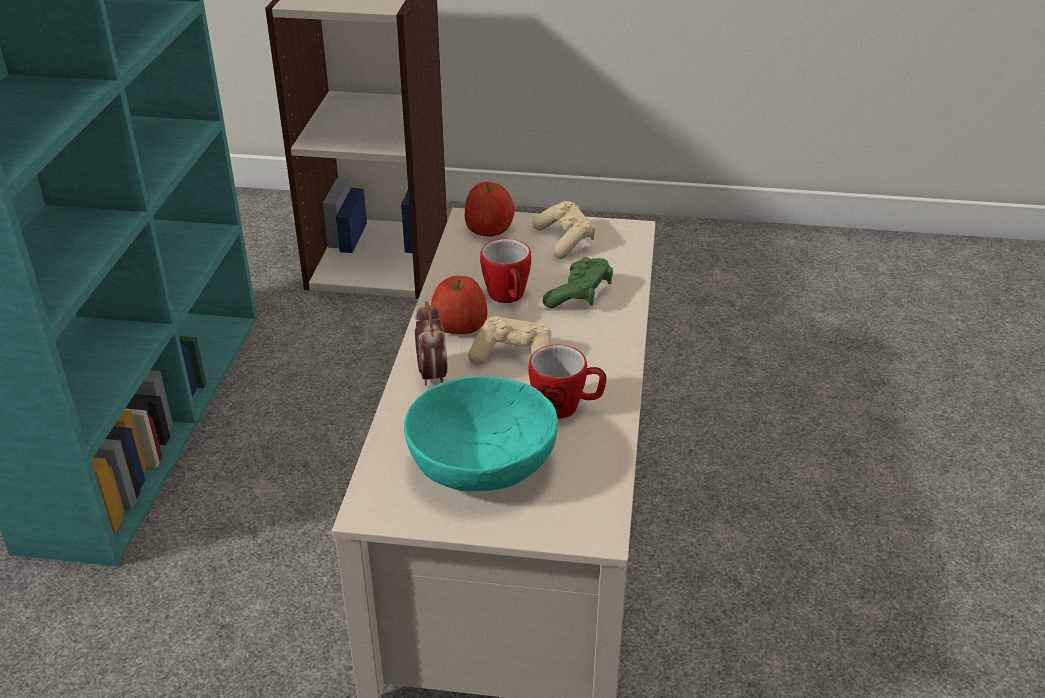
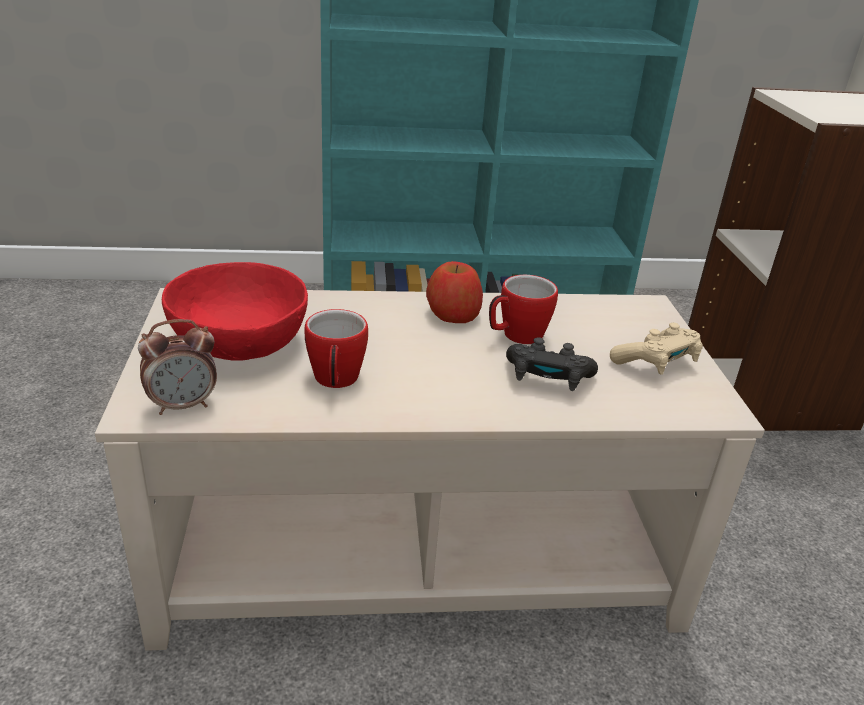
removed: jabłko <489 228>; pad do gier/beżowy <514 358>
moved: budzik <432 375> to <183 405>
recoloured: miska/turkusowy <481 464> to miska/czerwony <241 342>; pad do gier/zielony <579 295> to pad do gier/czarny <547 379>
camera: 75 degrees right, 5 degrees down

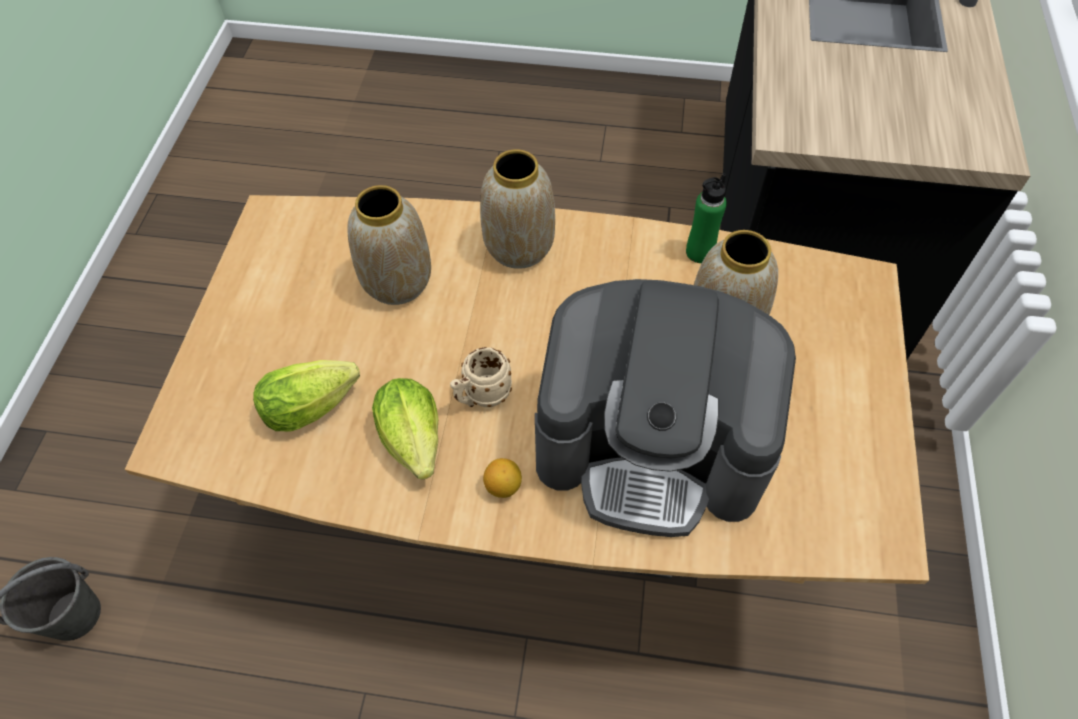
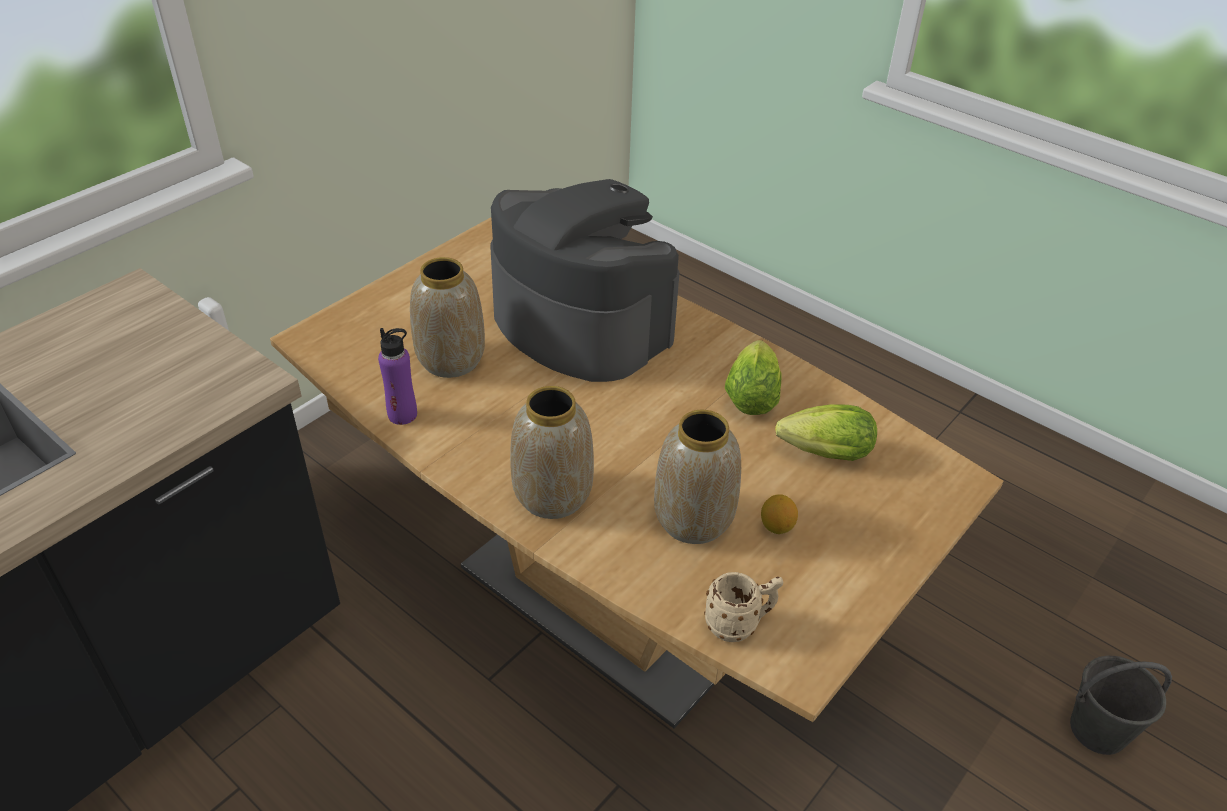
moved: kubek/beżowy <481 396> to <739 624>; cytryna <503 486> to <776 526>
recoloured: butelka/zielony <699 252> to butelka/fioletowy <402 415>
camera: 150 degrees left, 15 degrees down

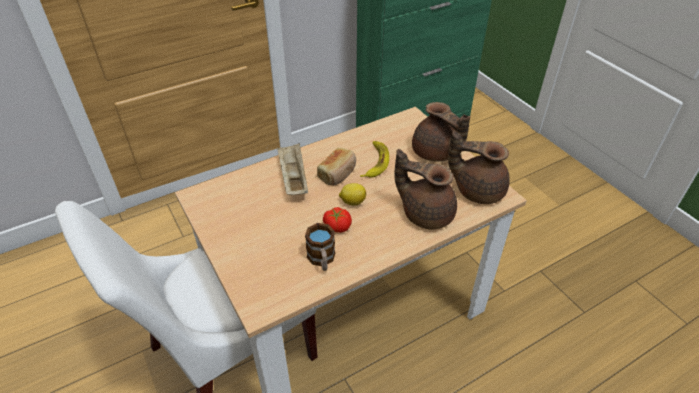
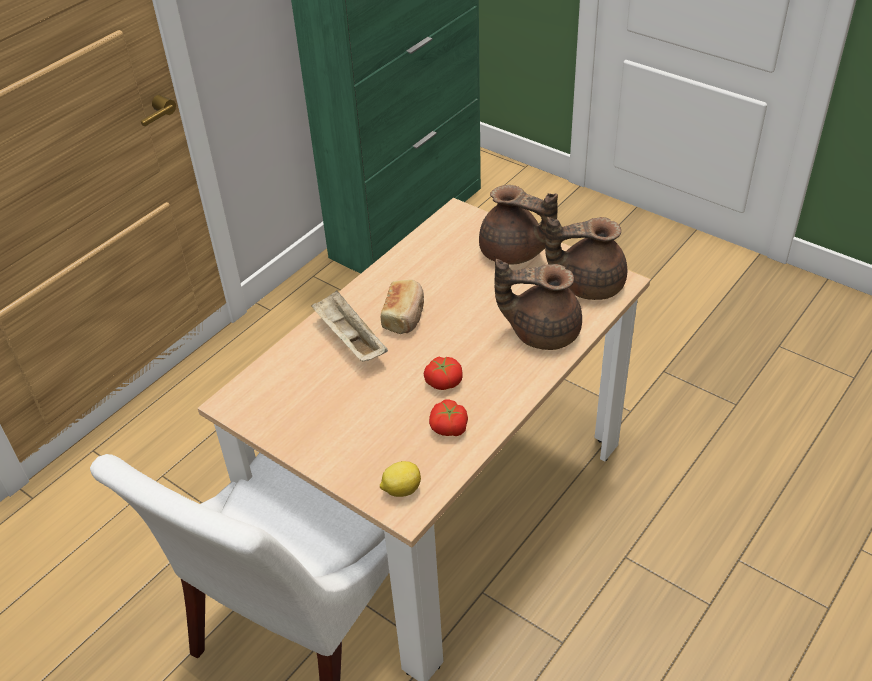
removed: banan <375 162>
moved: cytryna <352 201> to <401 489>
replaced: kubek <322 260> to pomidor <449 428>
camera: 20 degrees left, 0 degrees up

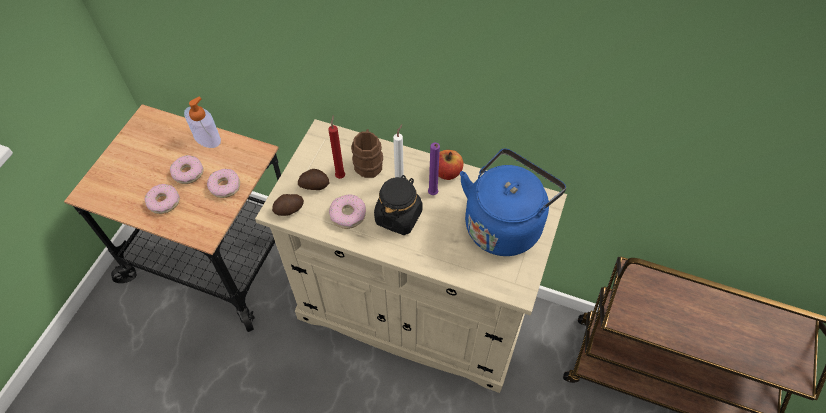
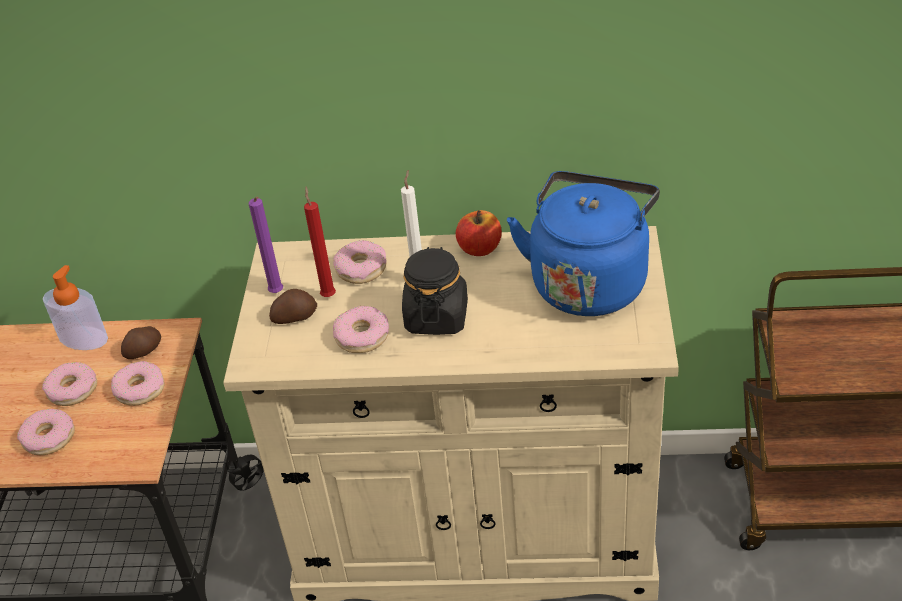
moved: ziemniak <289 210> to <144 351>; świeca/fioletowy <433 195> to <277 294>
replaced: kubek/brązowy <368 162> to donut <361 269>
camera: 15 degrees left, 15 degrees down

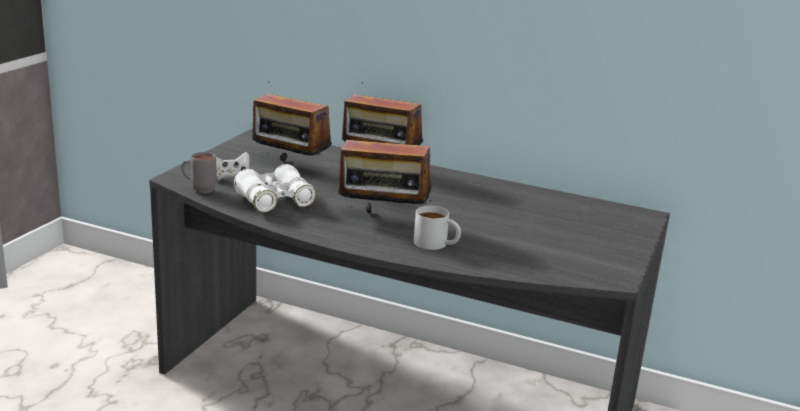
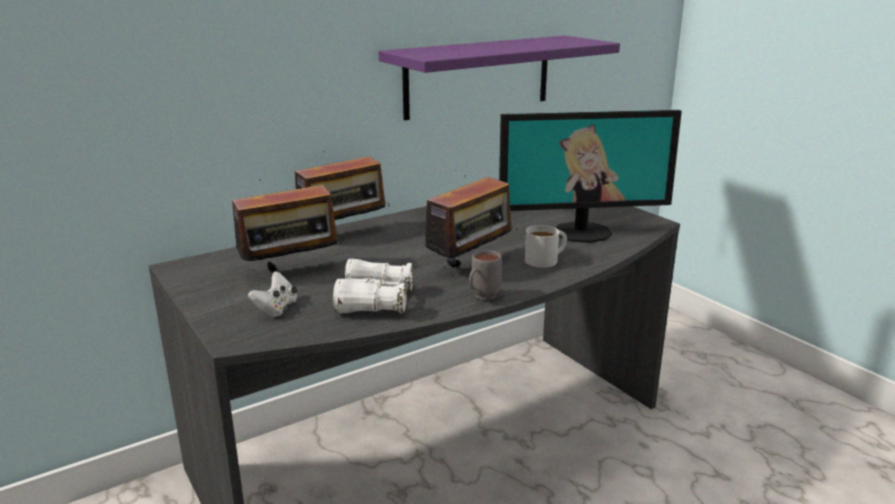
added: półka/fioletowy <478 76>; monitor <582 232>
moved: kubek/szary <199 190> to <482 298>
camera: 55 degrees left, 0 degrees up

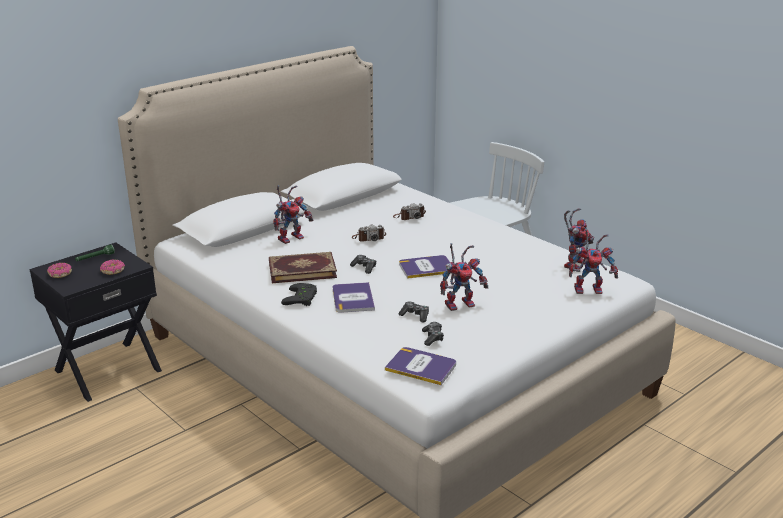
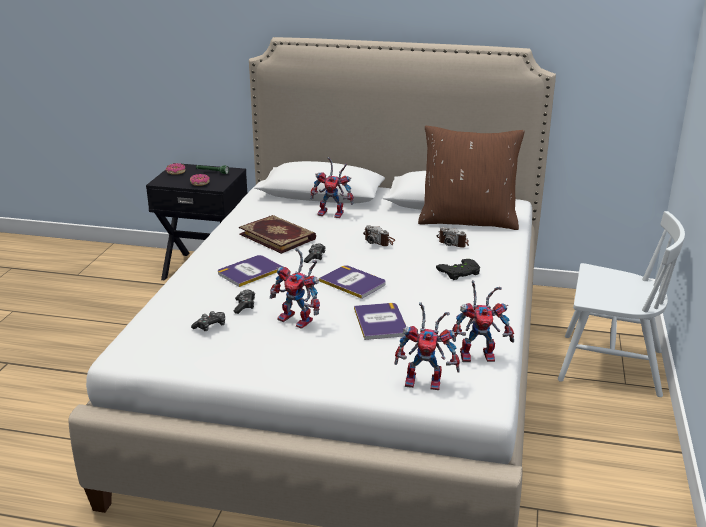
added: poduszka/brązowy <468 220>
moved: książka <421 366> to <380 322>; pad do gier/czarny <302 298> to <460 273>
turned: robot zabawkowy <590 289> = <426 381> 45 degrees counterclockwise
camera: 55 degrees right, 0 degrees up

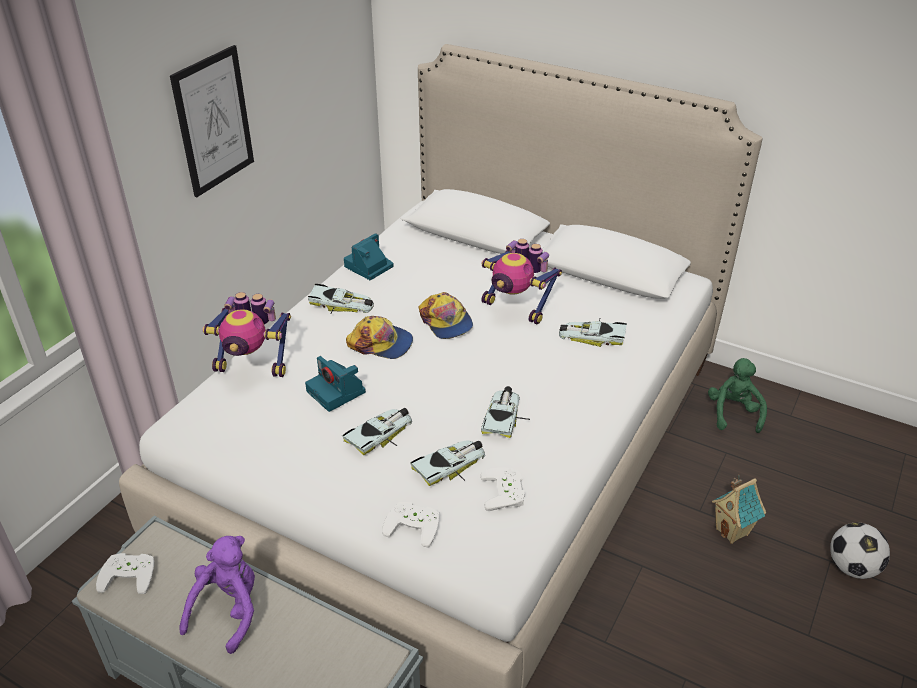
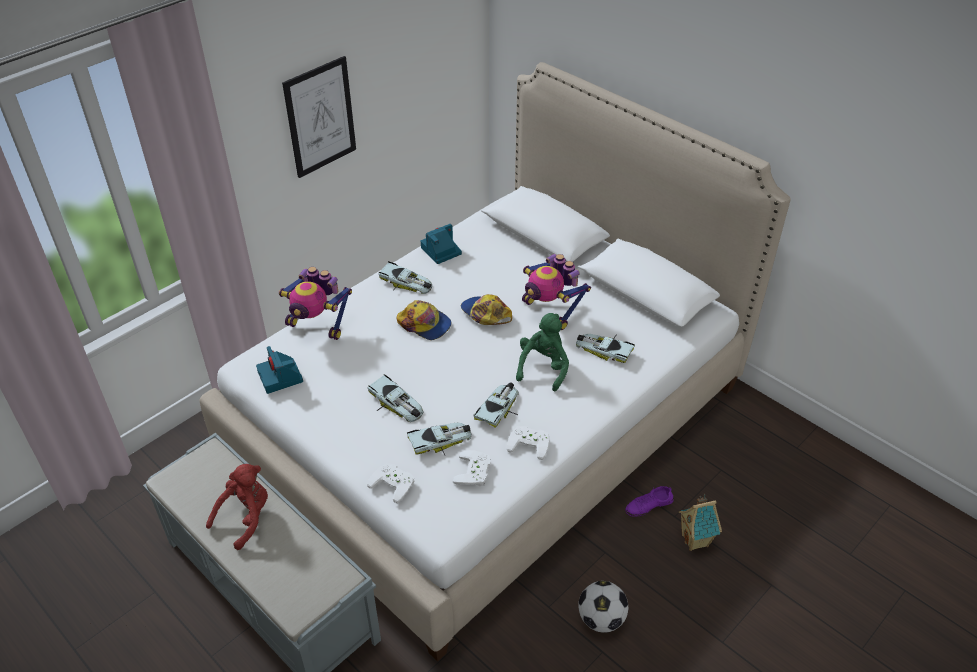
added: but/fioletowy <648 505>
moved: aparat fotograficzny <337 392> to <281 377>; pad do gier/biały <130 573> to <530 442>; pluszak/zielony <733 413> to <543 367>; piłka futbolowa <852 567> to <601 619>
recoloured: pluszak/fioletowy <228 610> to pluszak/czerwony <246 517>
turned: samochodzik <381 434> = <396 403> 75 degrees clockwise; czapka z daszkiem <446 321> = <485 314> 150 degrees clockwise
camera: 15 degrees right, 5 degrees up

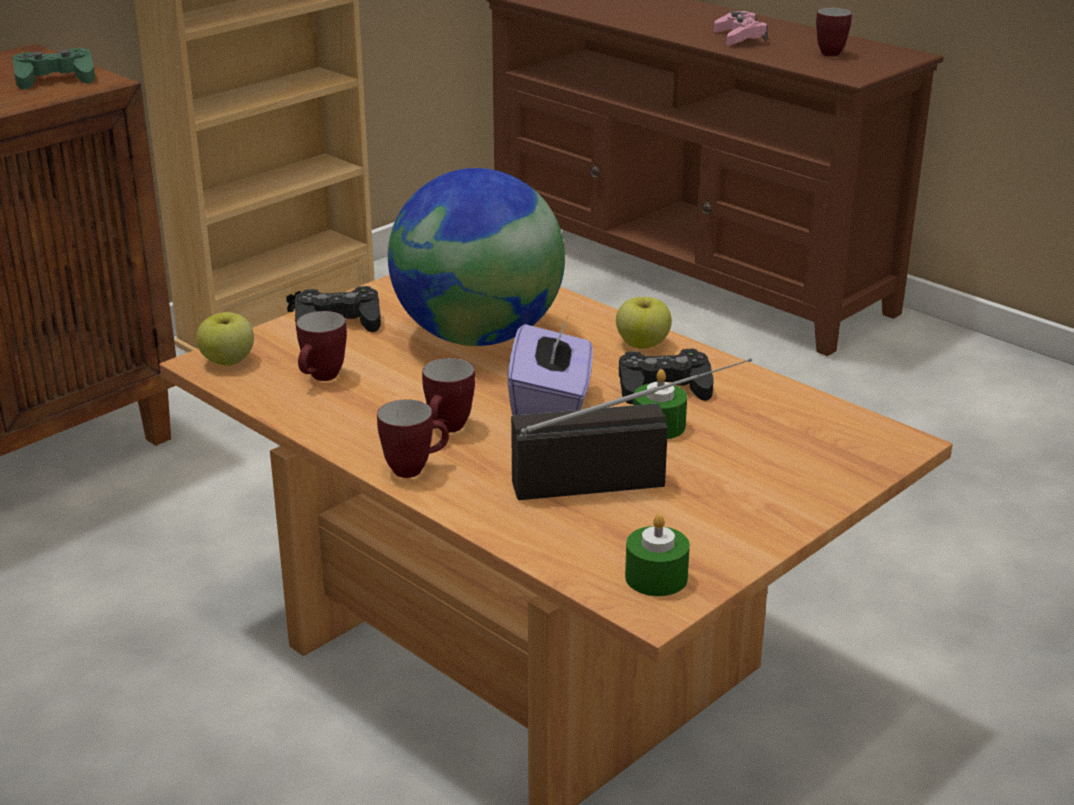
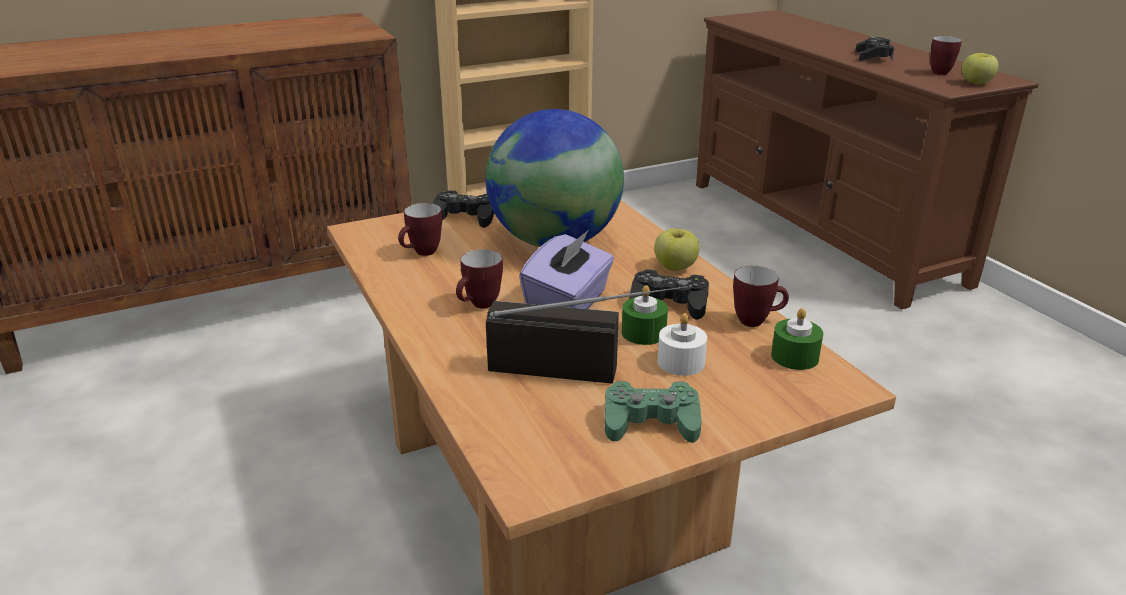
added: świeca/biały <681 362>
moved: pad do gier/zielony <55 79> to <650 422>; kubek <415 469> to <757 321>; świeca/zielony <656 577> to <794 357>; jabłko <228 361> to <976 83>
recoloured: pad do gier/różowy <740 37> to pad do gier/czarny <873 57>
camera: 20 degrees right, 0 degrees up

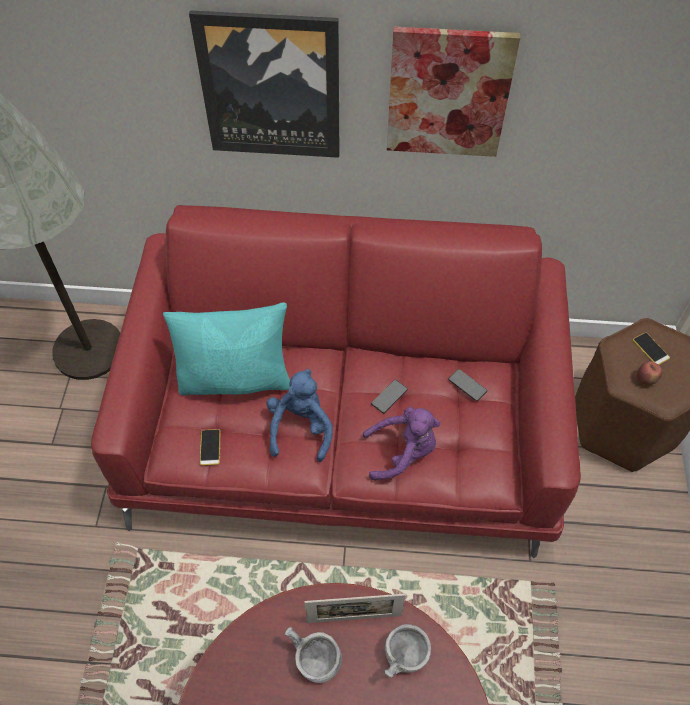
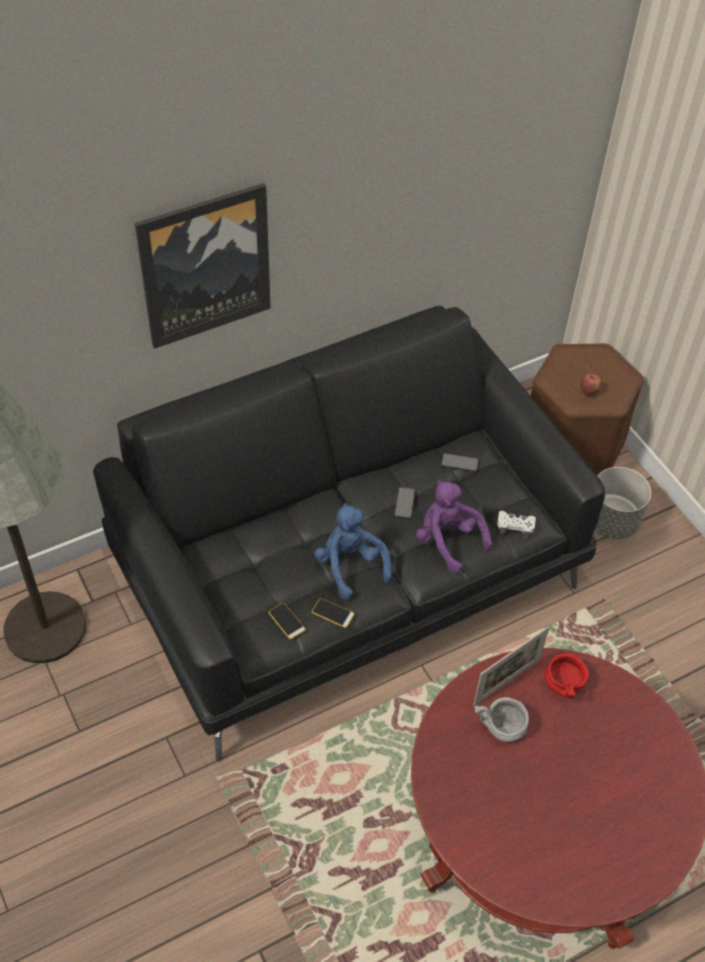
removed: poduszka/turkusowy <236 378>; obraz <448 93>
added: pad do gier/biały <515 526>; donica/szary <611 520>
moved: telefon <650 349> to <333 613>
recoloured: kanapa/czerwony <344 428> to kanapa/czarny <348 570>; miska/szary <406 655> to miska/czerwony <564 685>
turned: pluszak/fioletowy <403 452> = <448 541> 90 degrees counterclockwise
camera: 35 degrees left, 5 degrees down

